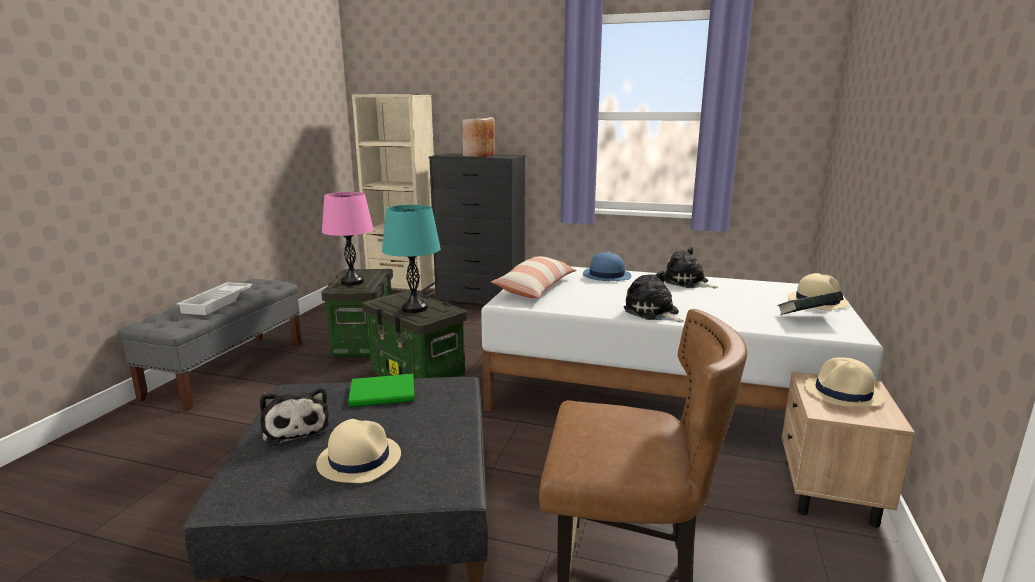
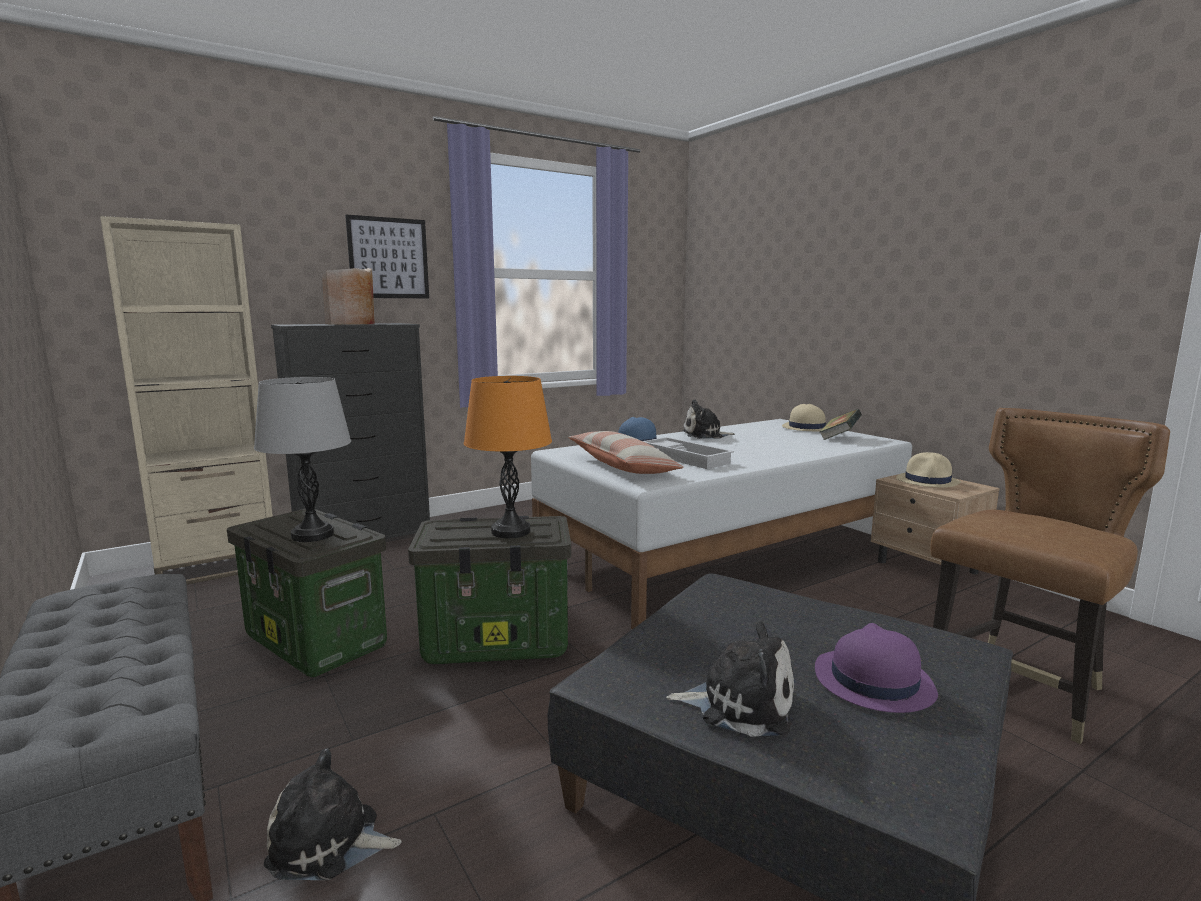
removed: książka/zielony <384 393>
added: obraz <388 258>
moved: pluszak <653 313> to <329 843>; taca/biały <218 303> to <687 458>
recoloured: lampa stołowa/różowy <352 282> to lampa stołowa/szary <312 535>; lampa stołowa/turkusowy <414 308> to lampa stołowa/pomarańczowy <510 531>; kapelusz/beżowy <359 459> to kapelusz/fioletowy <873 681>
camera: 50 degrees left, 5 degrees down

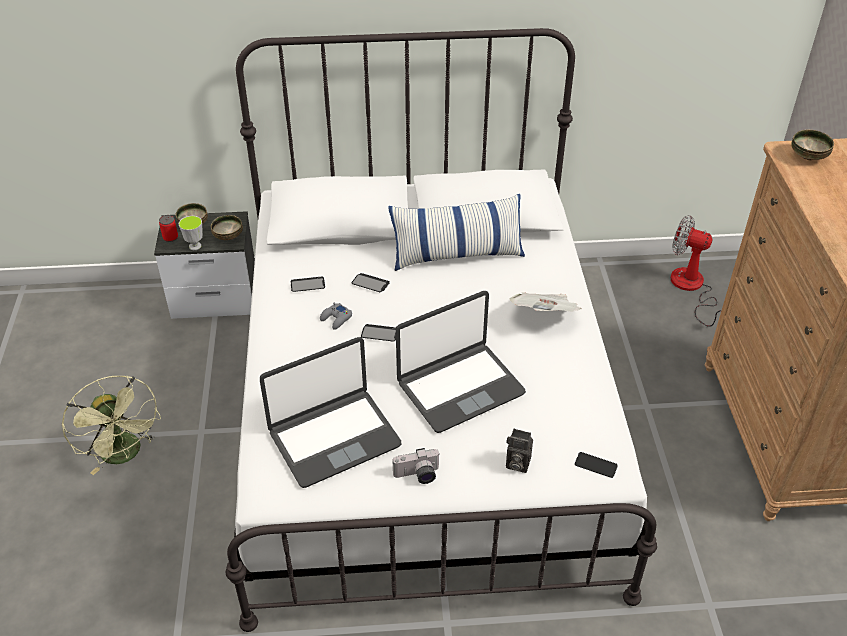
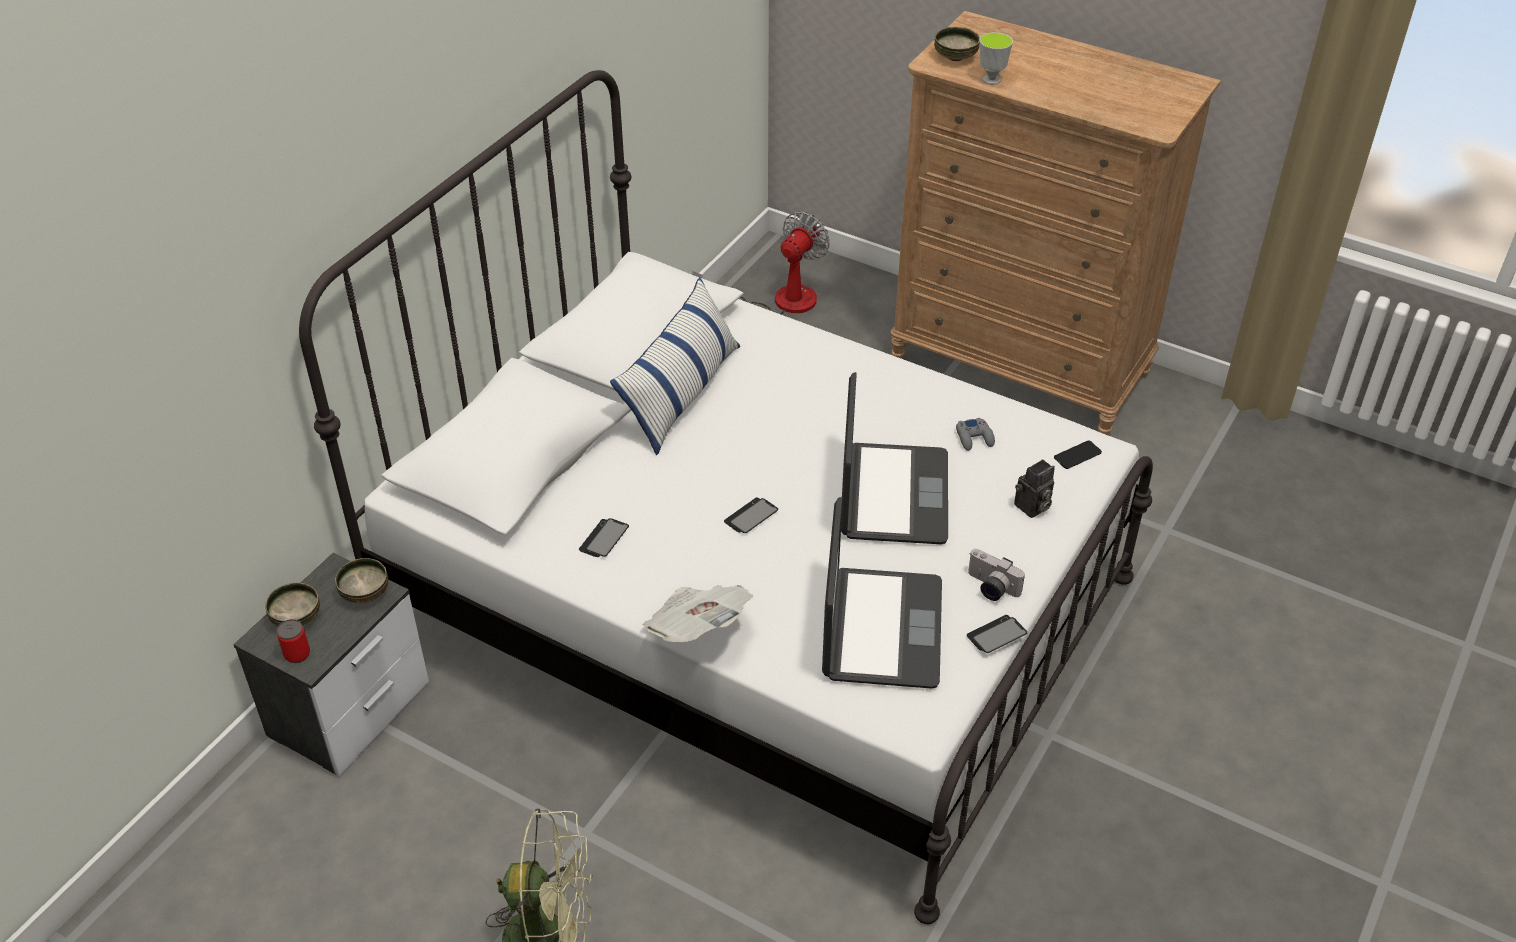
moved: gazeta <545 316> to <697 629>; pad do gier/szary <336 319> to <974 438>; telefon <370 283> to <996 635>; filiżanka <195 246> to <991 80>
turned: wentylator <691 288> = <779 301> 150 degrees clockwise; aparat fotograficzny <417 476> = <990 588> 105 degrees clockwise
camera: 55 degrees left, 0 degrees up

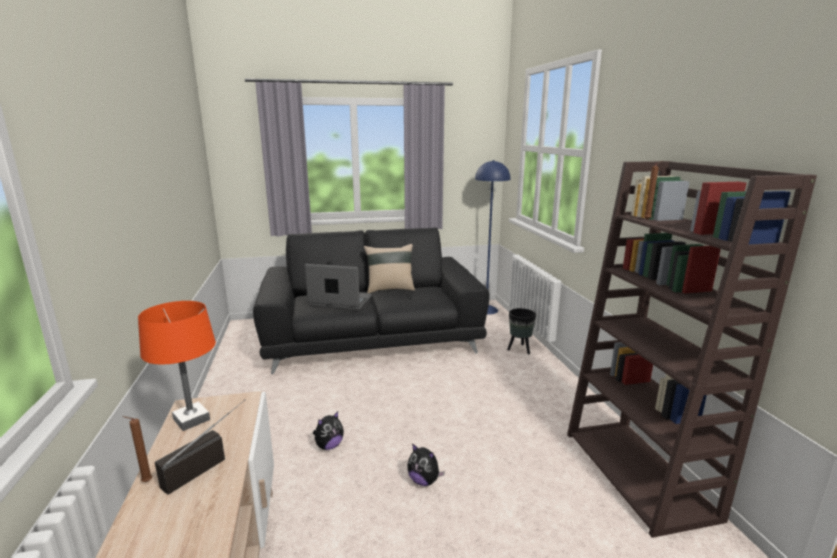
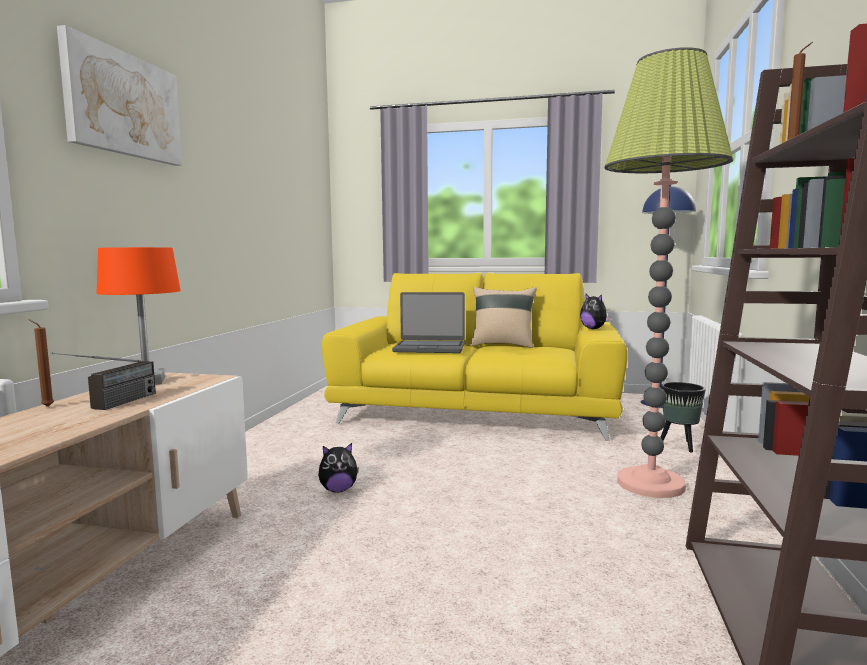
added: obraz <124 105>; lampa stojąca <650 484>
moved: pluszak <424 481> to <594 329>
recoloured: kanapa/czarny <372 338> to kanapa/żółty <477 410>
turned: radio <208 463> = <112 405> 135 degrees clockwise; laptop <340 302> = <429 348> 150 degrees clockwise
camera: 25 degrees right, 10 degrees down

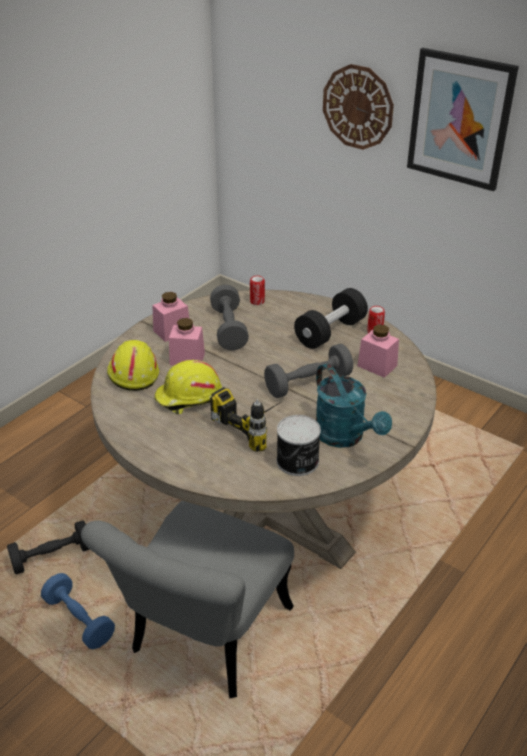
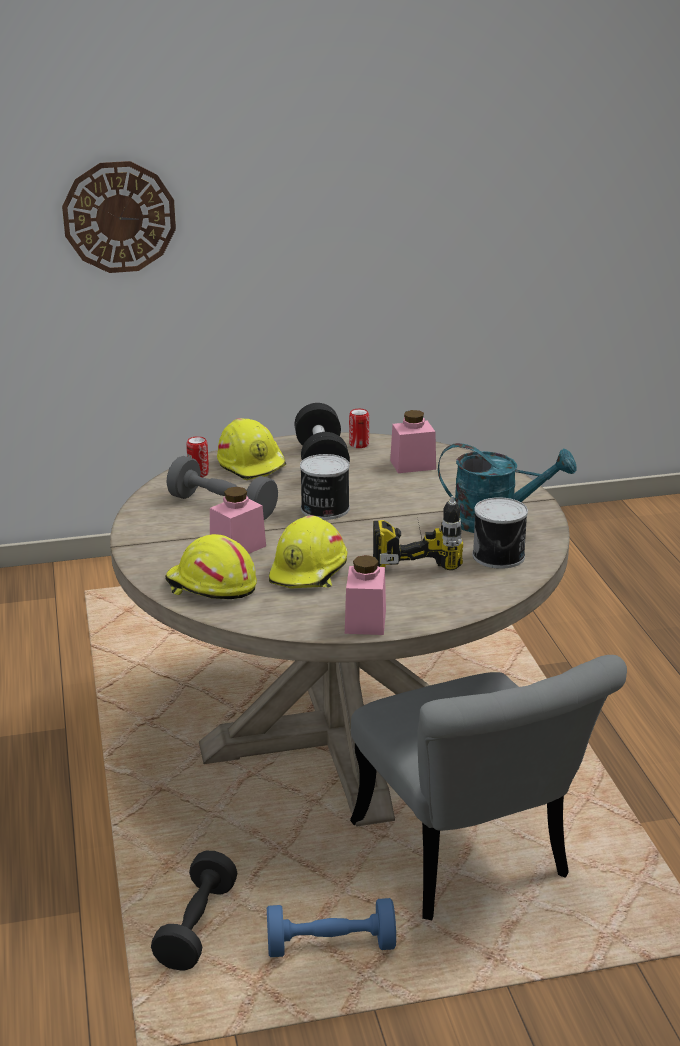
removed: hantel/szary <308 383>; obraz <460 119>
added: kask/żółty <252 464>; puszka <324 509>
moved: słoik/różowy <172 331> to <365 621>
camera: 50 degrees left, 10 degrees down

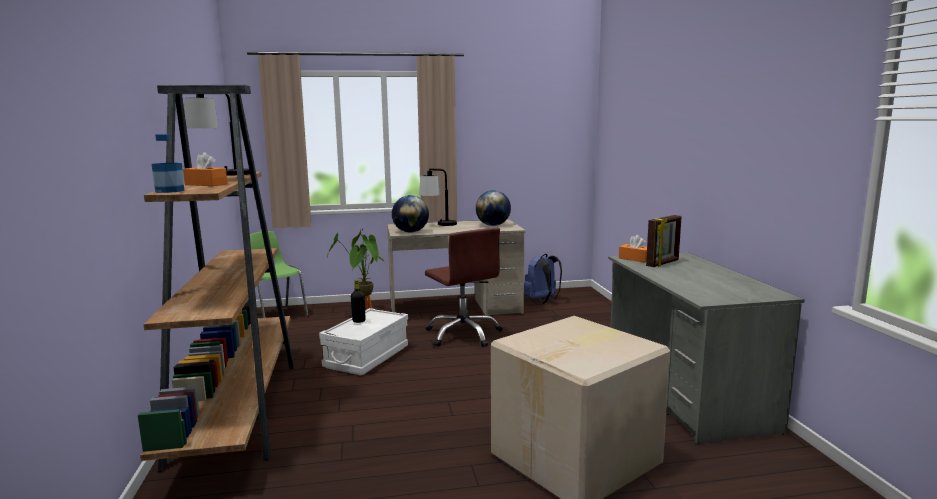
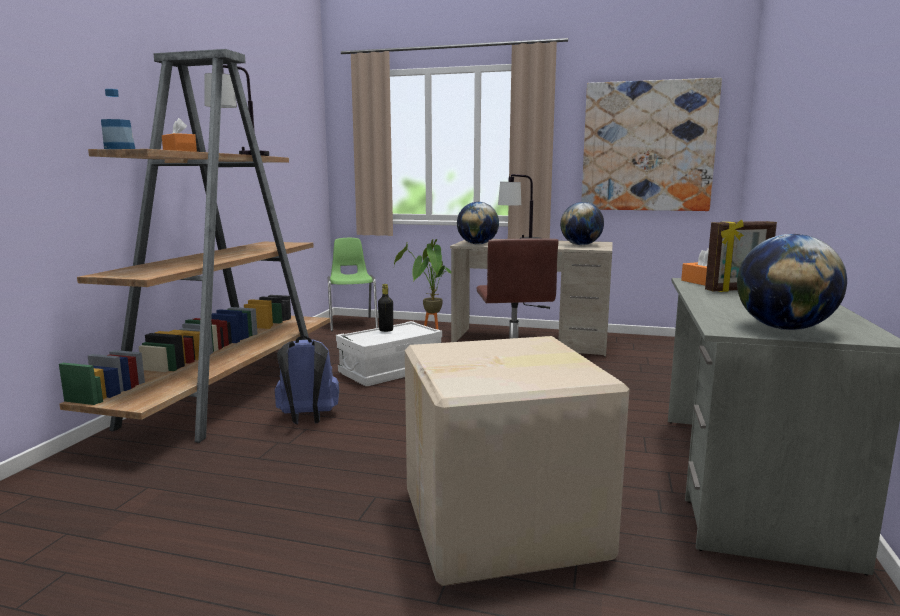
added: obraz <647 147>; globus <783 328>
moved: plecak/niebieski <542 301> to <307 419>
camera: 25 degrees right, 0 degrees up

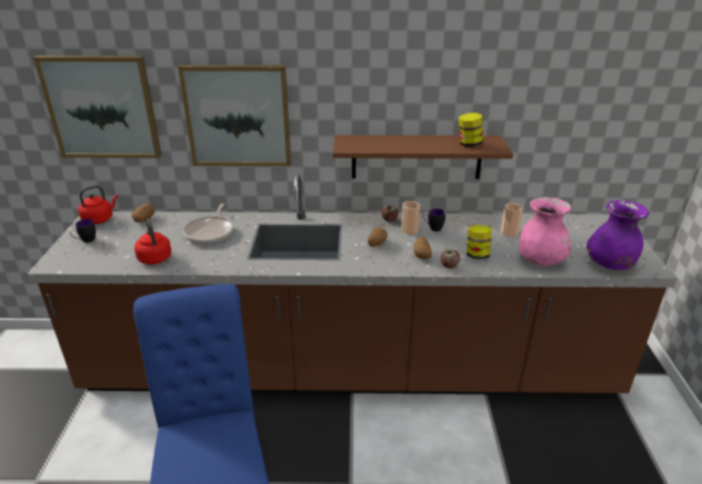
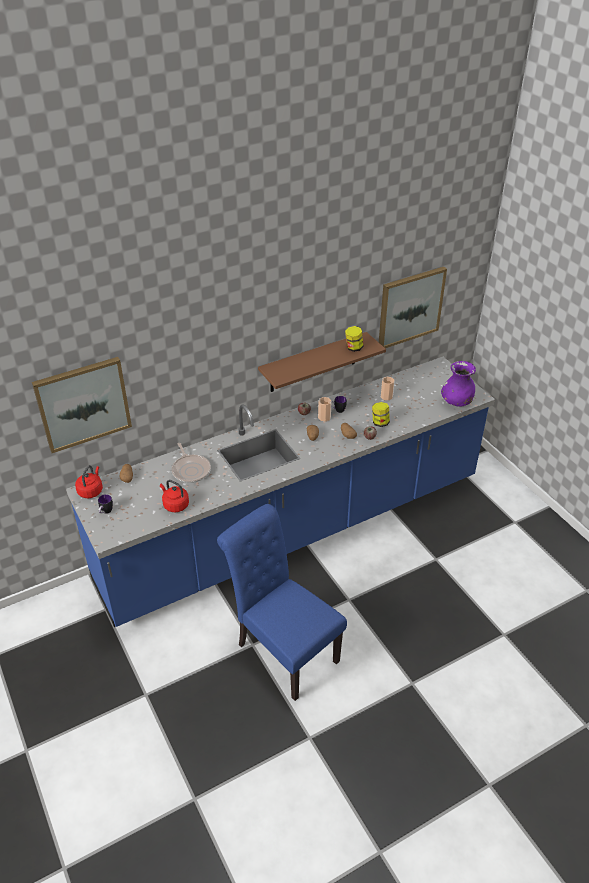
removed: wazon/różowy <540 260>
moved: obraz <238 116> to <410 307>
recoloured: zabudowa kuchenna/brązowy <351 370> to zabudowa kuchenna/niebieski <294 529>
camera: 30 degrees left, 10 degrees up

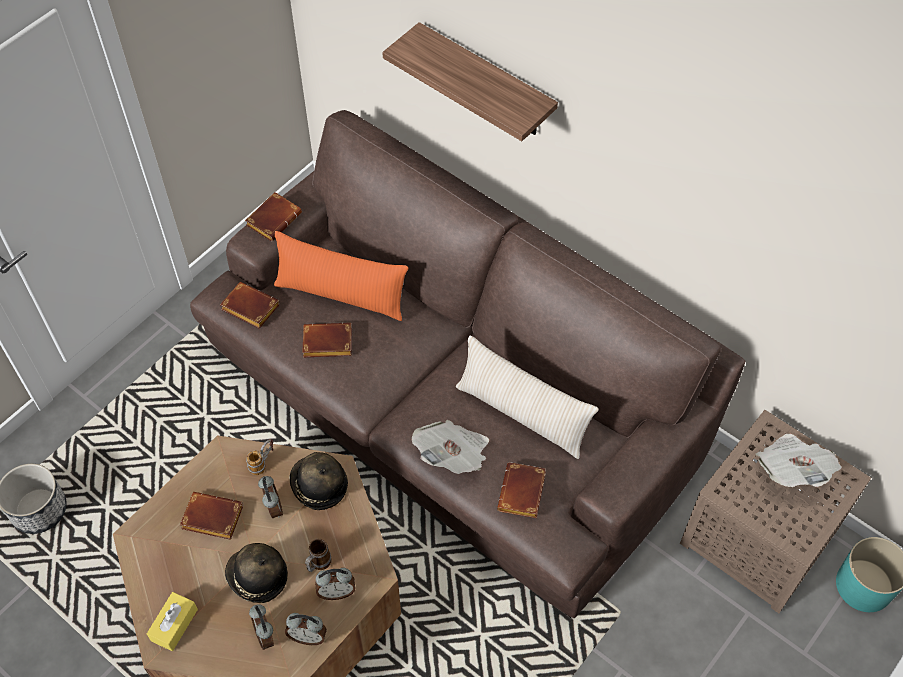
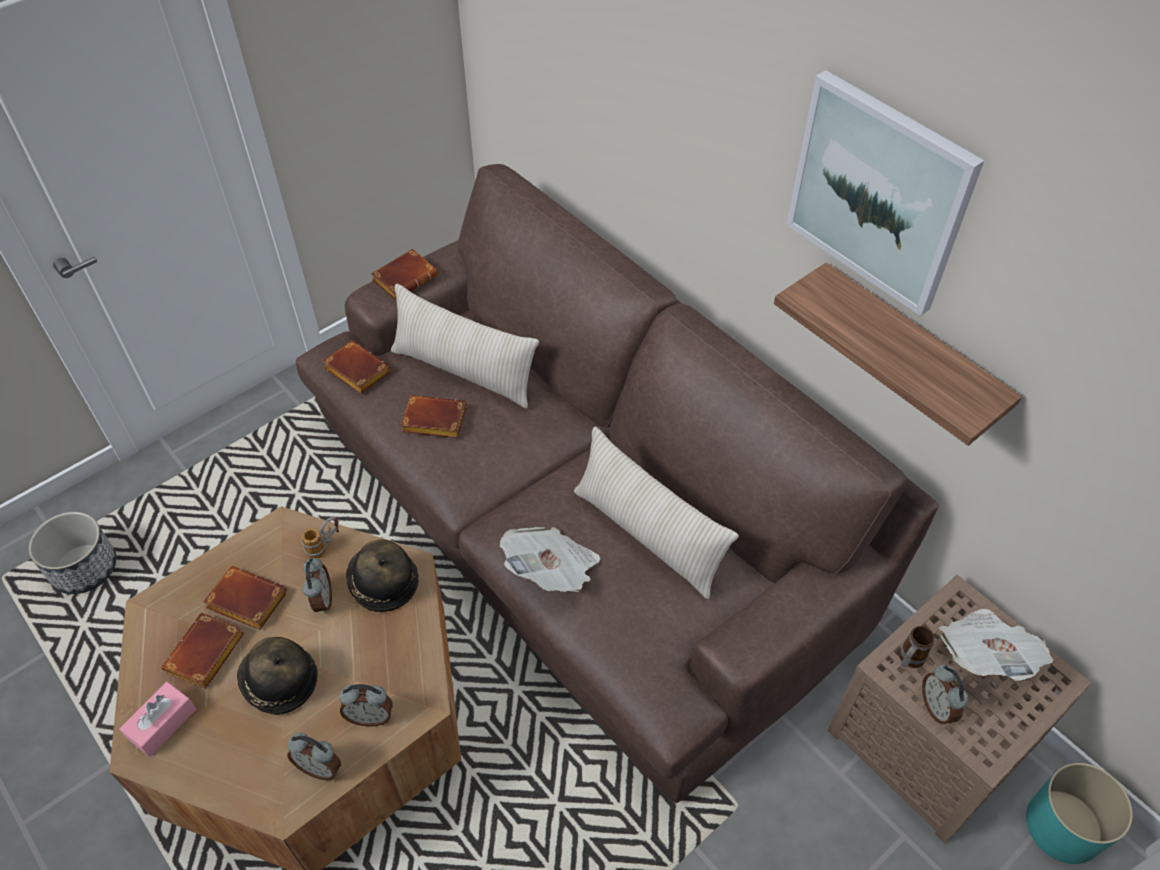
added: obraz <879 193>
moved: książka/brązowy <523 494> to <206 656>; półka <486 82> to <908 353>; kubek <318 564> to <908 660>; budzik <265 635> to <937 707>
recoloured: pudełko chusteczek/żółty <174 625> to pudełko chusteczek/różowy <162 724>; poduszka/pomarańczowy <341 295> to poduszka/beżowy <464 371>
camera: 10 degrees right, 5 degrees down

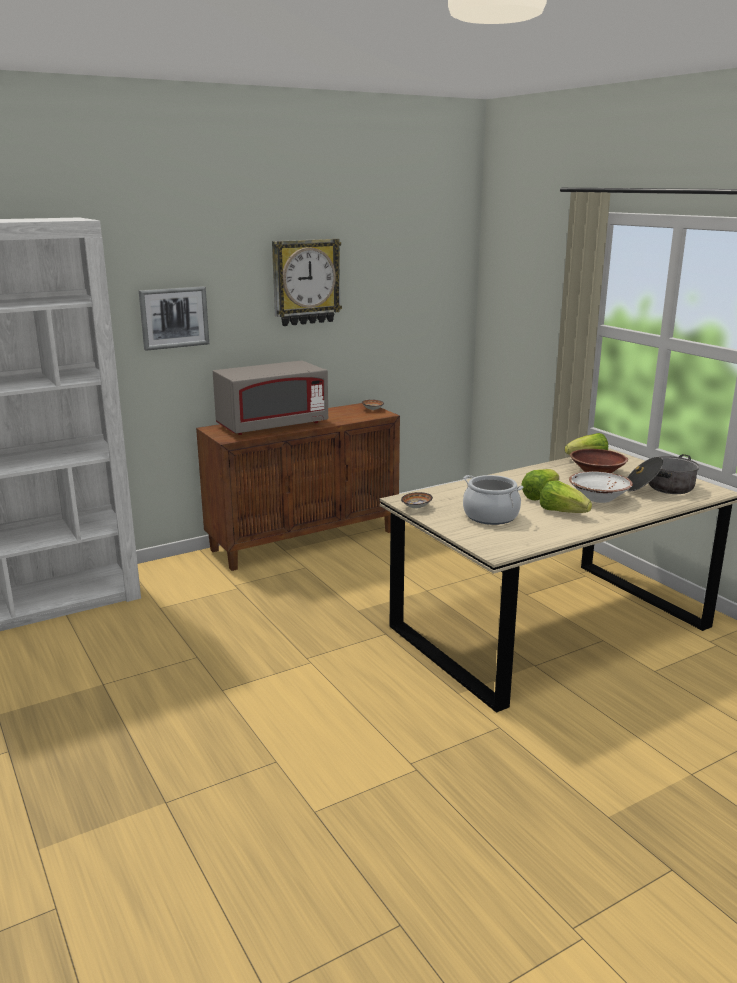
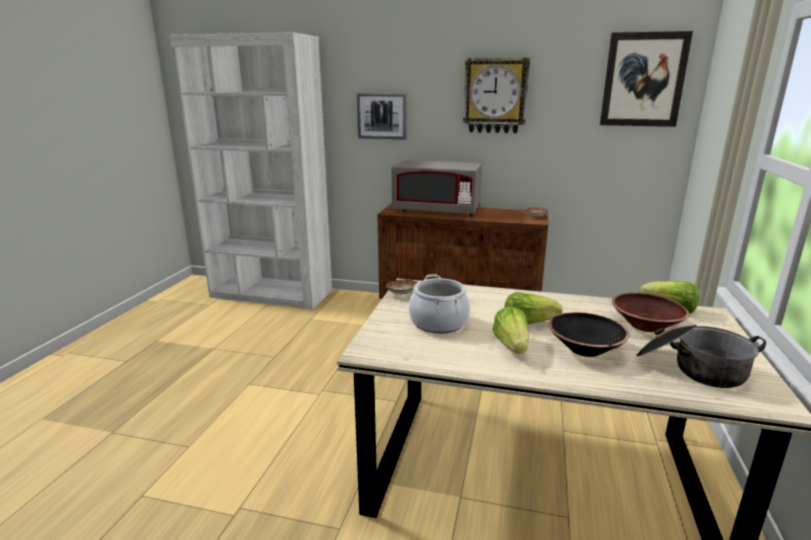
added: obraz <643 80>
recoloured: miska/biały <598 498> to miska/czarny <584 349>
camera: 45 degrees right, 0 degrees up

